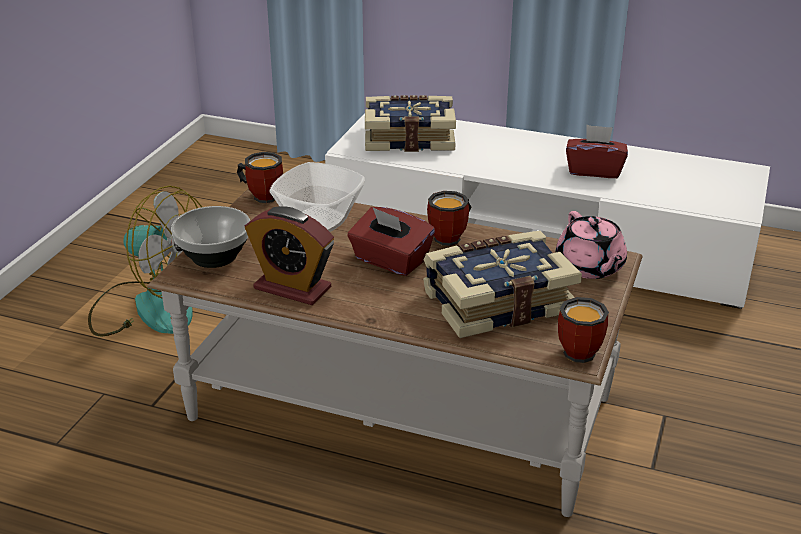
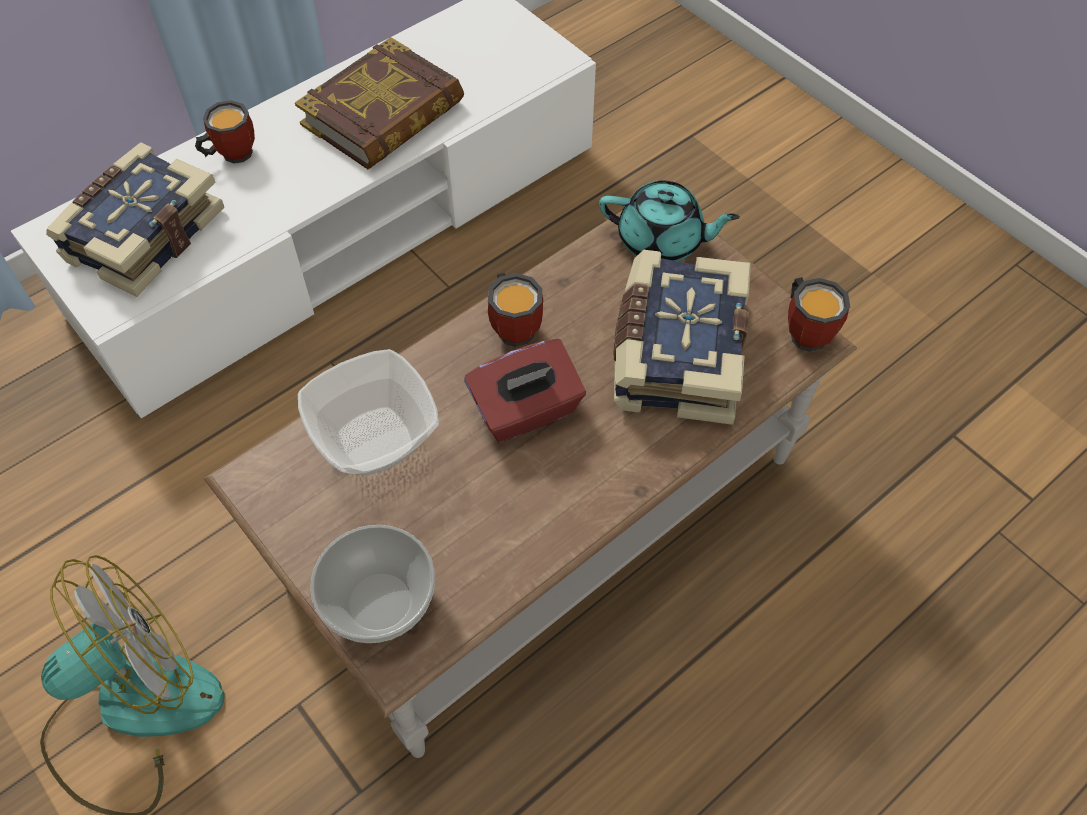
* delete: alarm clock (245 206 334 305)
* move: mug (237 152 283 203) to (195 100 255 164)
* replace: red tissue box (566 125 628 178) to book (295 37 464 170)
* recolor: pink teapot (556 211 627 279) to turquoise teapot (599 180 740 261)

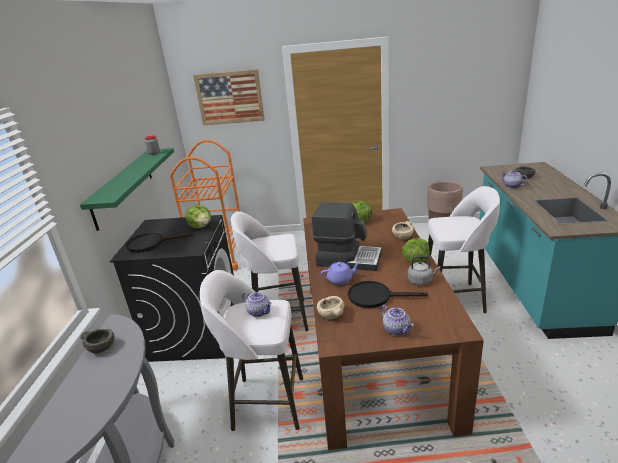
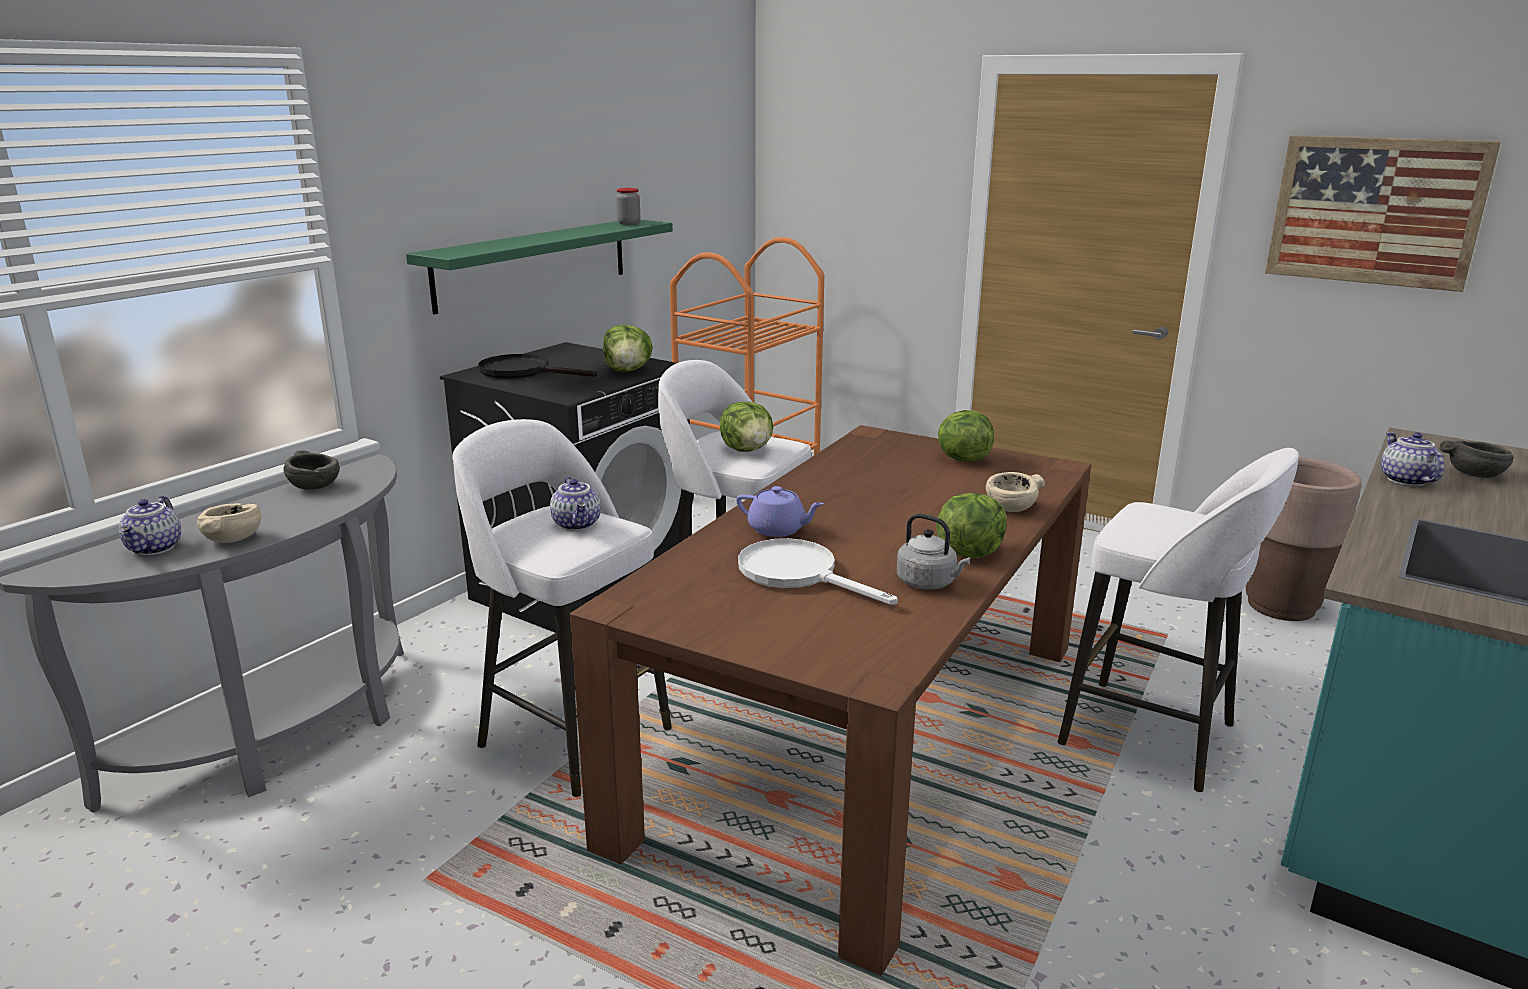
* delete: coffee machine (312 202 382 271)
* insert: lettuce (720 402 773 452)
* move: picture (193 69 265 125) to (1265 135 1501 292)
* move: beige bowl (317 296 344 319) to (197 503 262 543)
* move: teapot (380 305 414 335) to (119 496 181 555)
* recolor: black frying pan (348 281 428 308) to white frying pan (738 538 898 605)

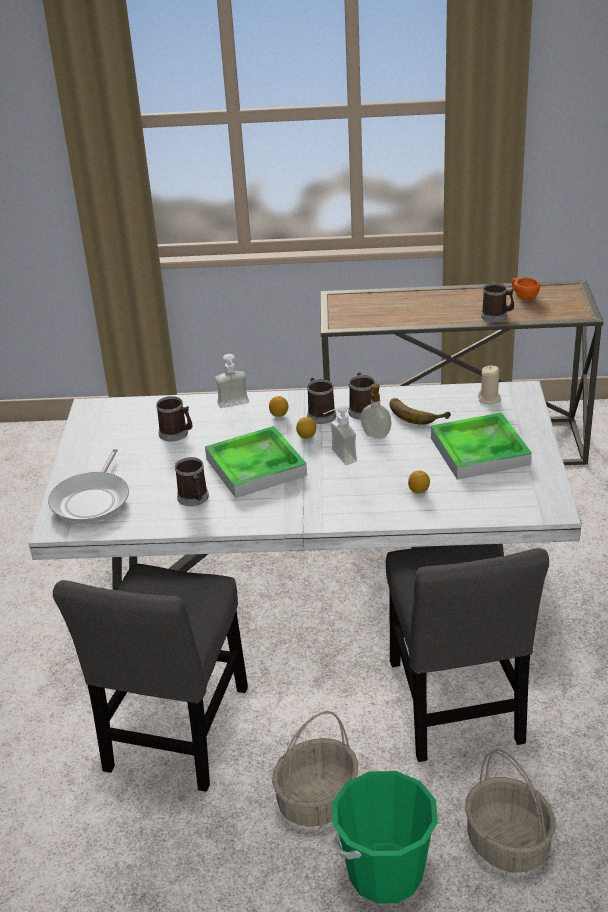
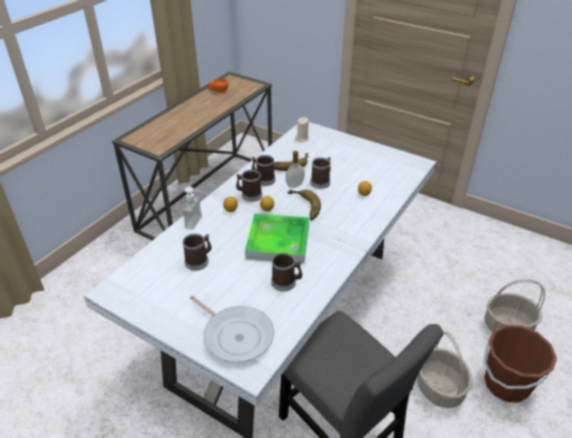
* delete: grey chair (386 544 549 762)
* delete: tray (431 412 532 480)
* move: mug (481 283 514 322) to (310 157 331 189)
* replace: soap dispenser (323 404 357 465) to banana (288 190 321 221)
* recolor: green bucket (332 771 438 903) to brown bucket (484 325 557 403)

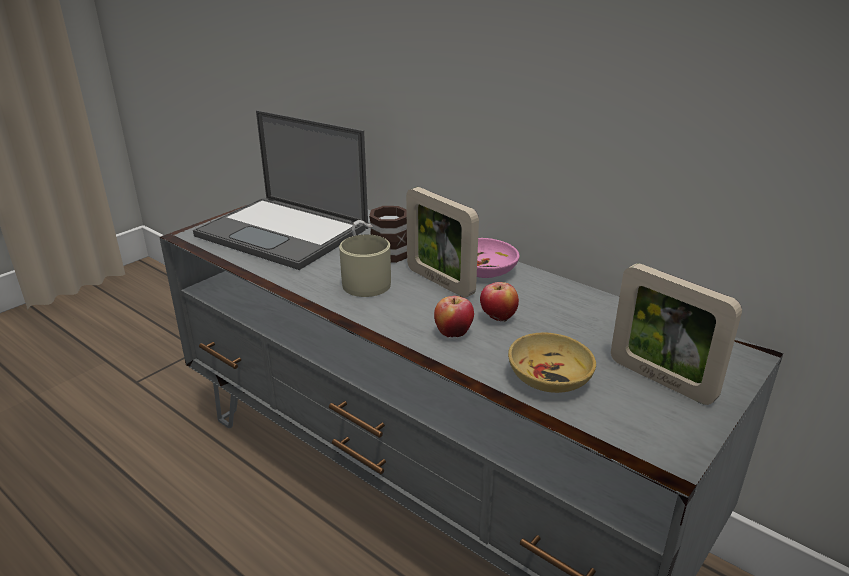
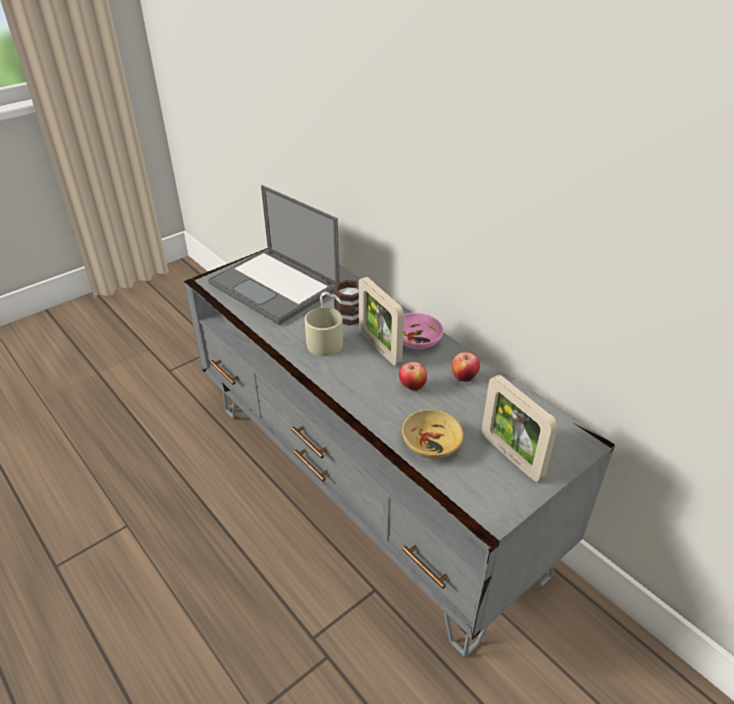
* move: apple (434 296 474 337) to (452 352 480 382)

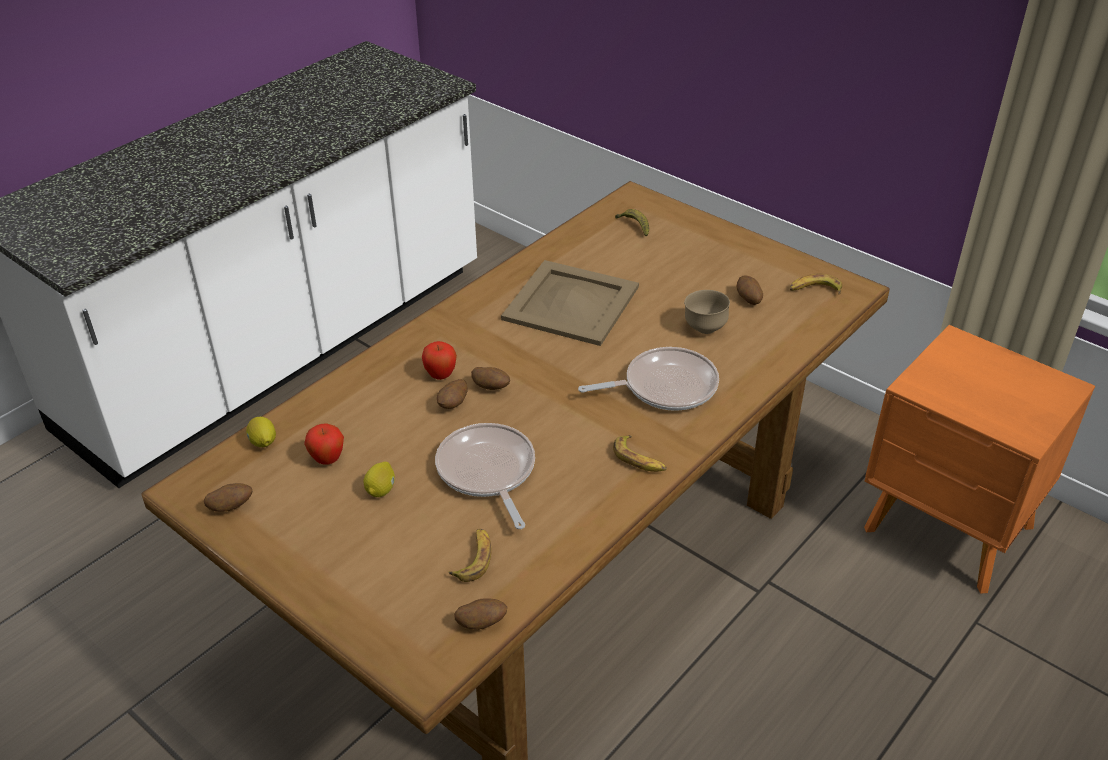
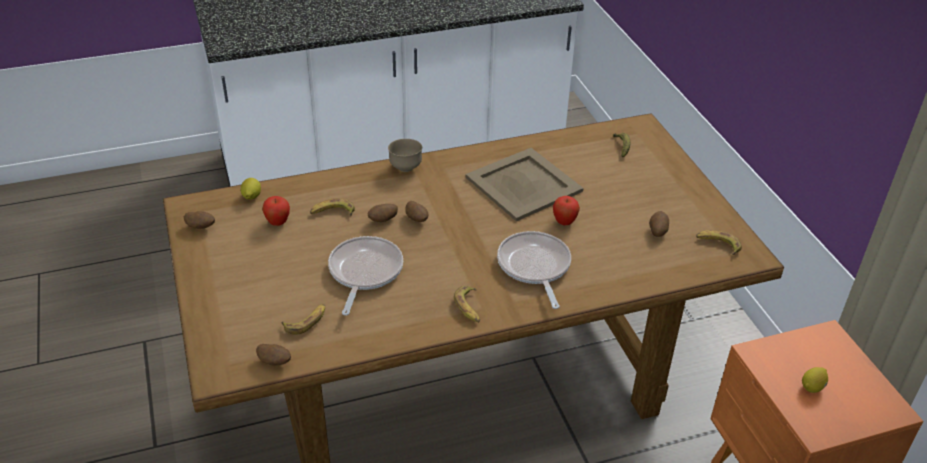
* insert: banana (310 198 355 216)
* move: lemon (364 462 395 497) to (802 367 828 393)
* move: apple (422 341 457 380) to (553 196 580 225)
* move: brown bowl (684 290 730 334) to (388 139 422 172)
* rotate: frying pan (578 347 719 411) = (497 231 571 309) 120 degrees counterclockwise

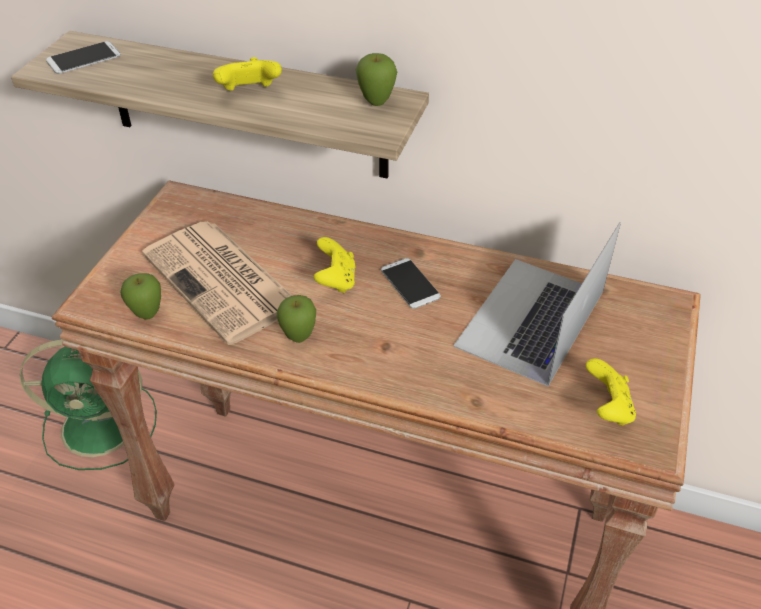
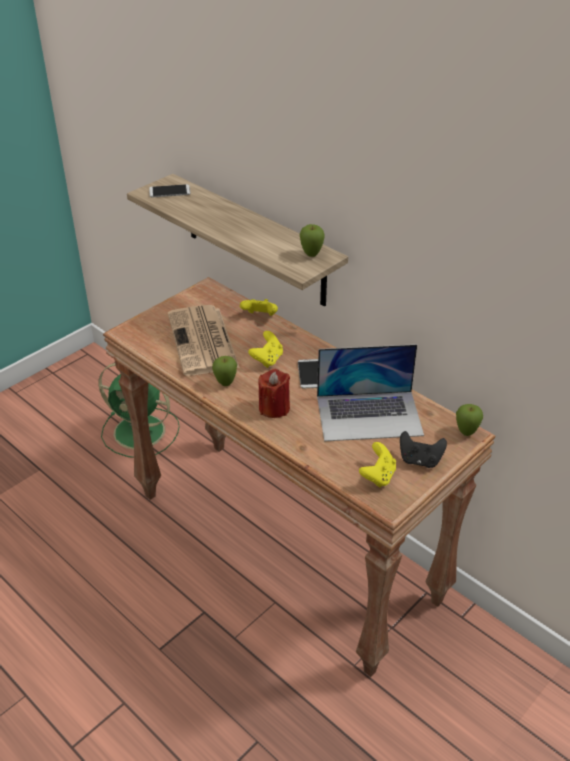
* insert: red candle (258 369 290 418)
* insert: black game controller (400 431 447 468)
* move: apple (120 273 161 320) to (456 404 483 436)
* move: yellow game controller (213 57 282 91) to (240 299 278 316)
* rotate: laptop (453 222 621 386) = (317 344 424 441) 150 degrees counterclockwise

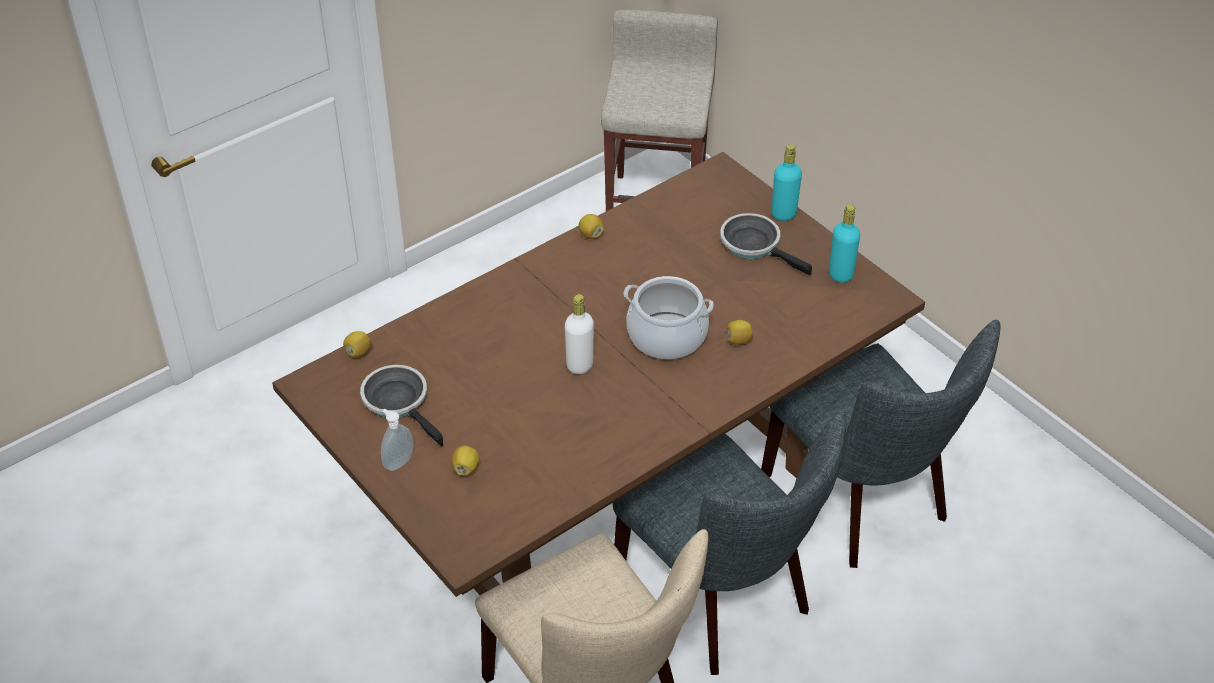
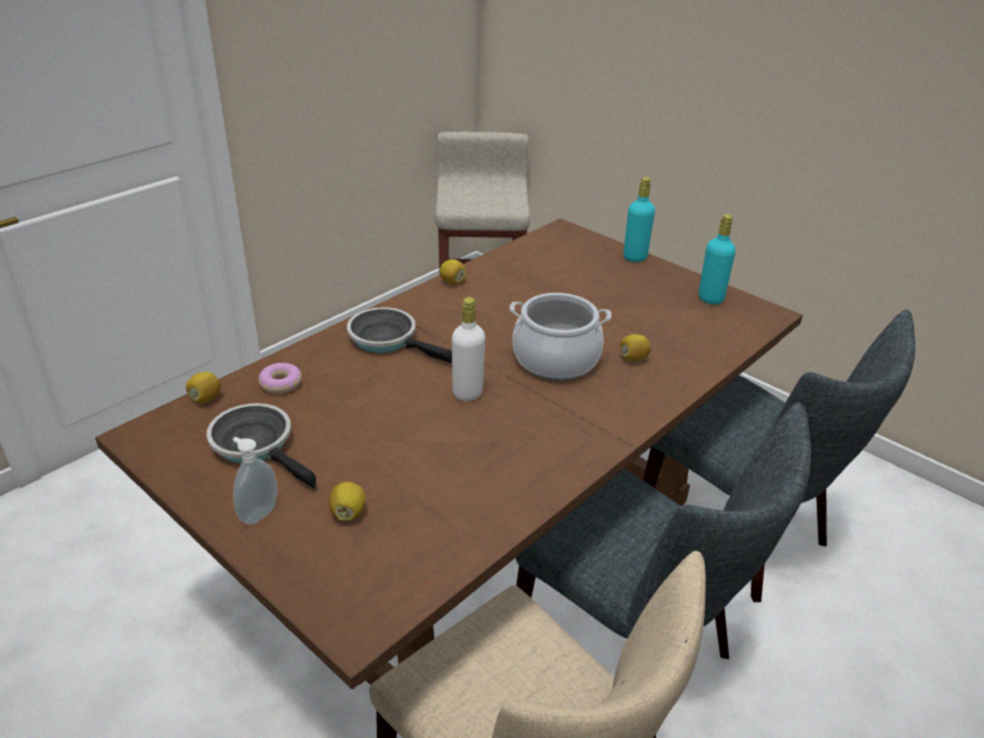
* insert: donut (258 363 302 394)
* move: frying pan (720 213 812 275) to (347 307 452 364)

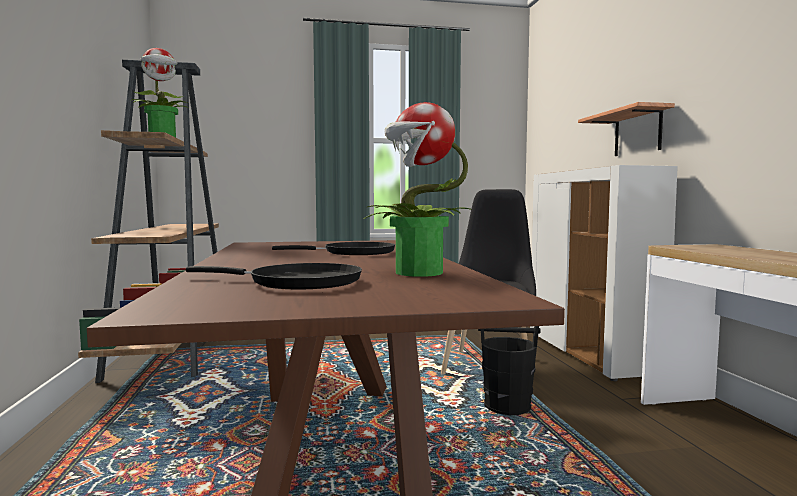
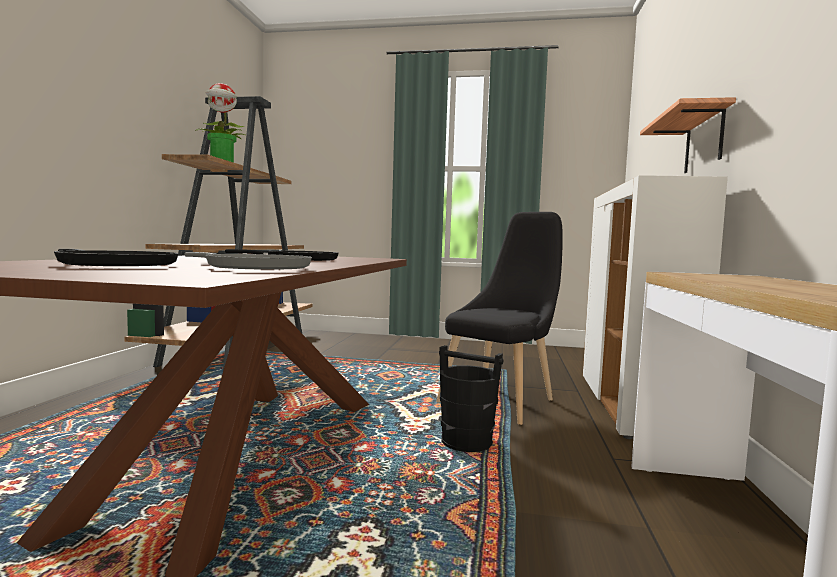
* replace: potted plant (363 102 472 277) to grey frying pan (184 252 312 270)

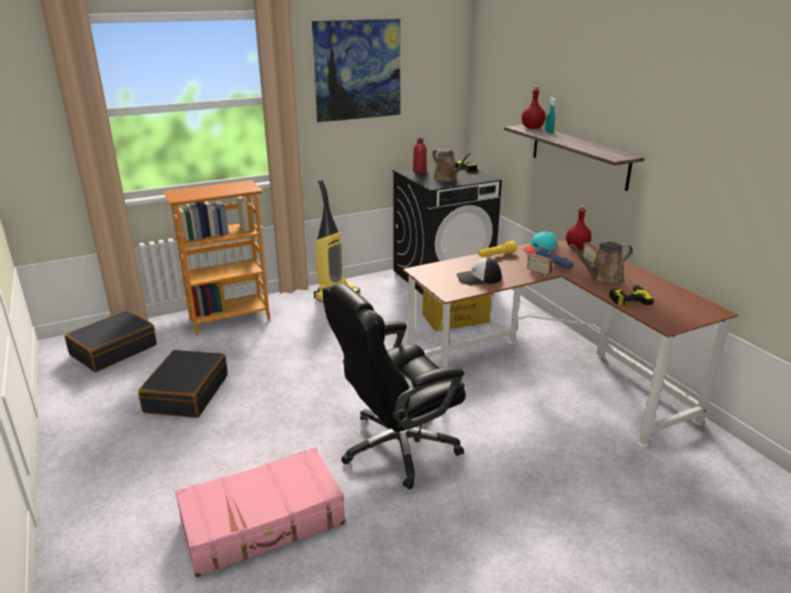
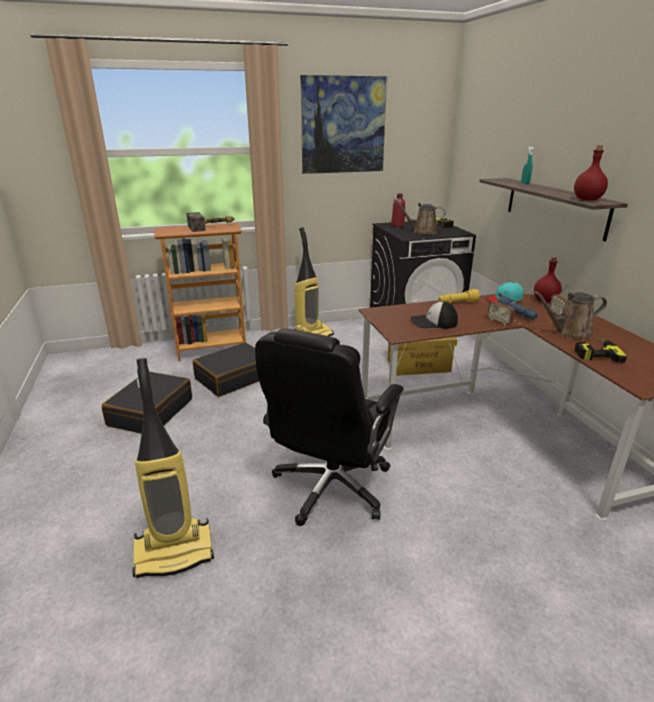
* insert: hammer (186 212 234 232)
* move: black suitcase (65 310 157 372) to (193 342 259 397)
* move: red bottle (522 86 546 129) to (574 145 608 201)
* replace: pink suitcase (175 447 345 577) to vacuum cleaner (132 358 214 578)
* rotate: black office chair (323 283 466 489) = (255 329 404 526) 45 degrees counterclockwise
* rotate: brown watering can (432 149 471 181) = (394 199 446 235) 135 degrees clockwise

